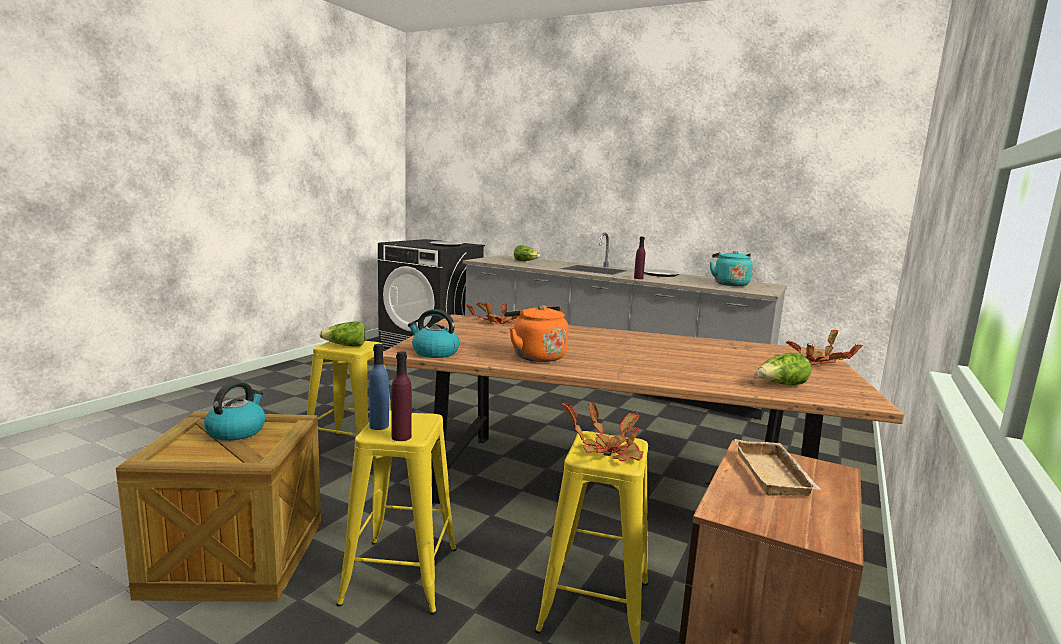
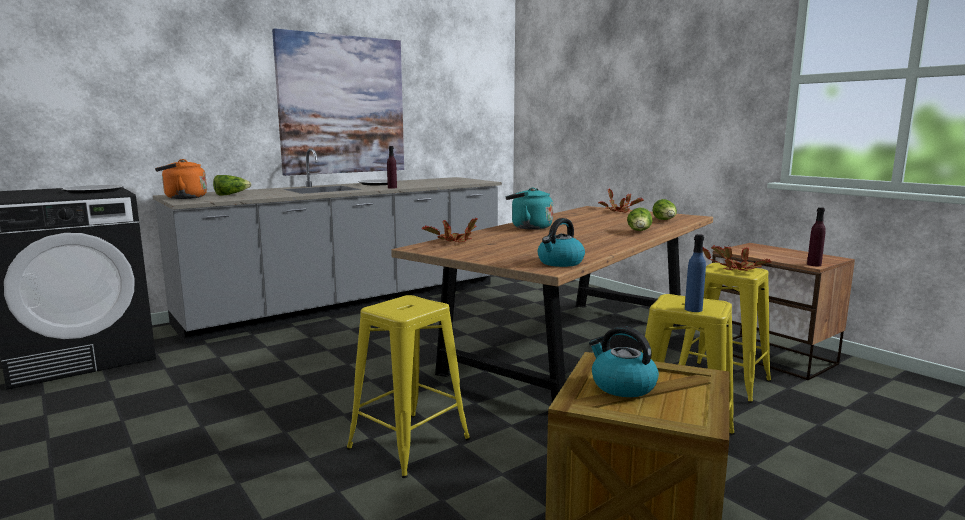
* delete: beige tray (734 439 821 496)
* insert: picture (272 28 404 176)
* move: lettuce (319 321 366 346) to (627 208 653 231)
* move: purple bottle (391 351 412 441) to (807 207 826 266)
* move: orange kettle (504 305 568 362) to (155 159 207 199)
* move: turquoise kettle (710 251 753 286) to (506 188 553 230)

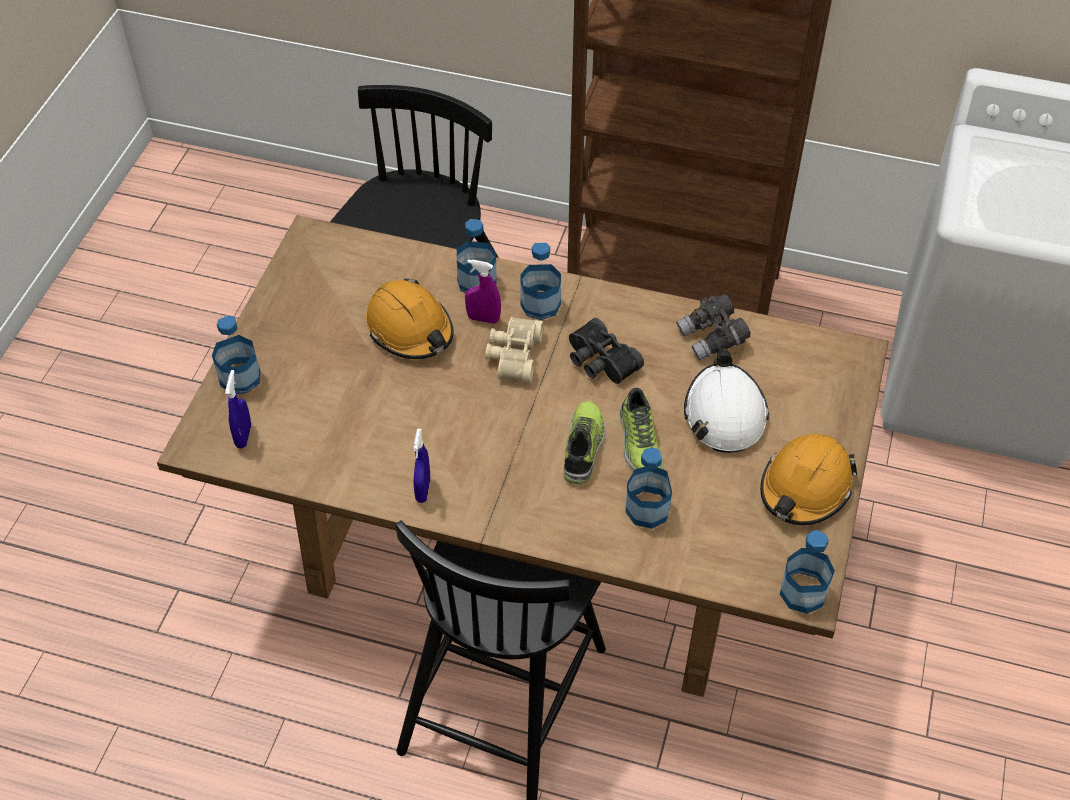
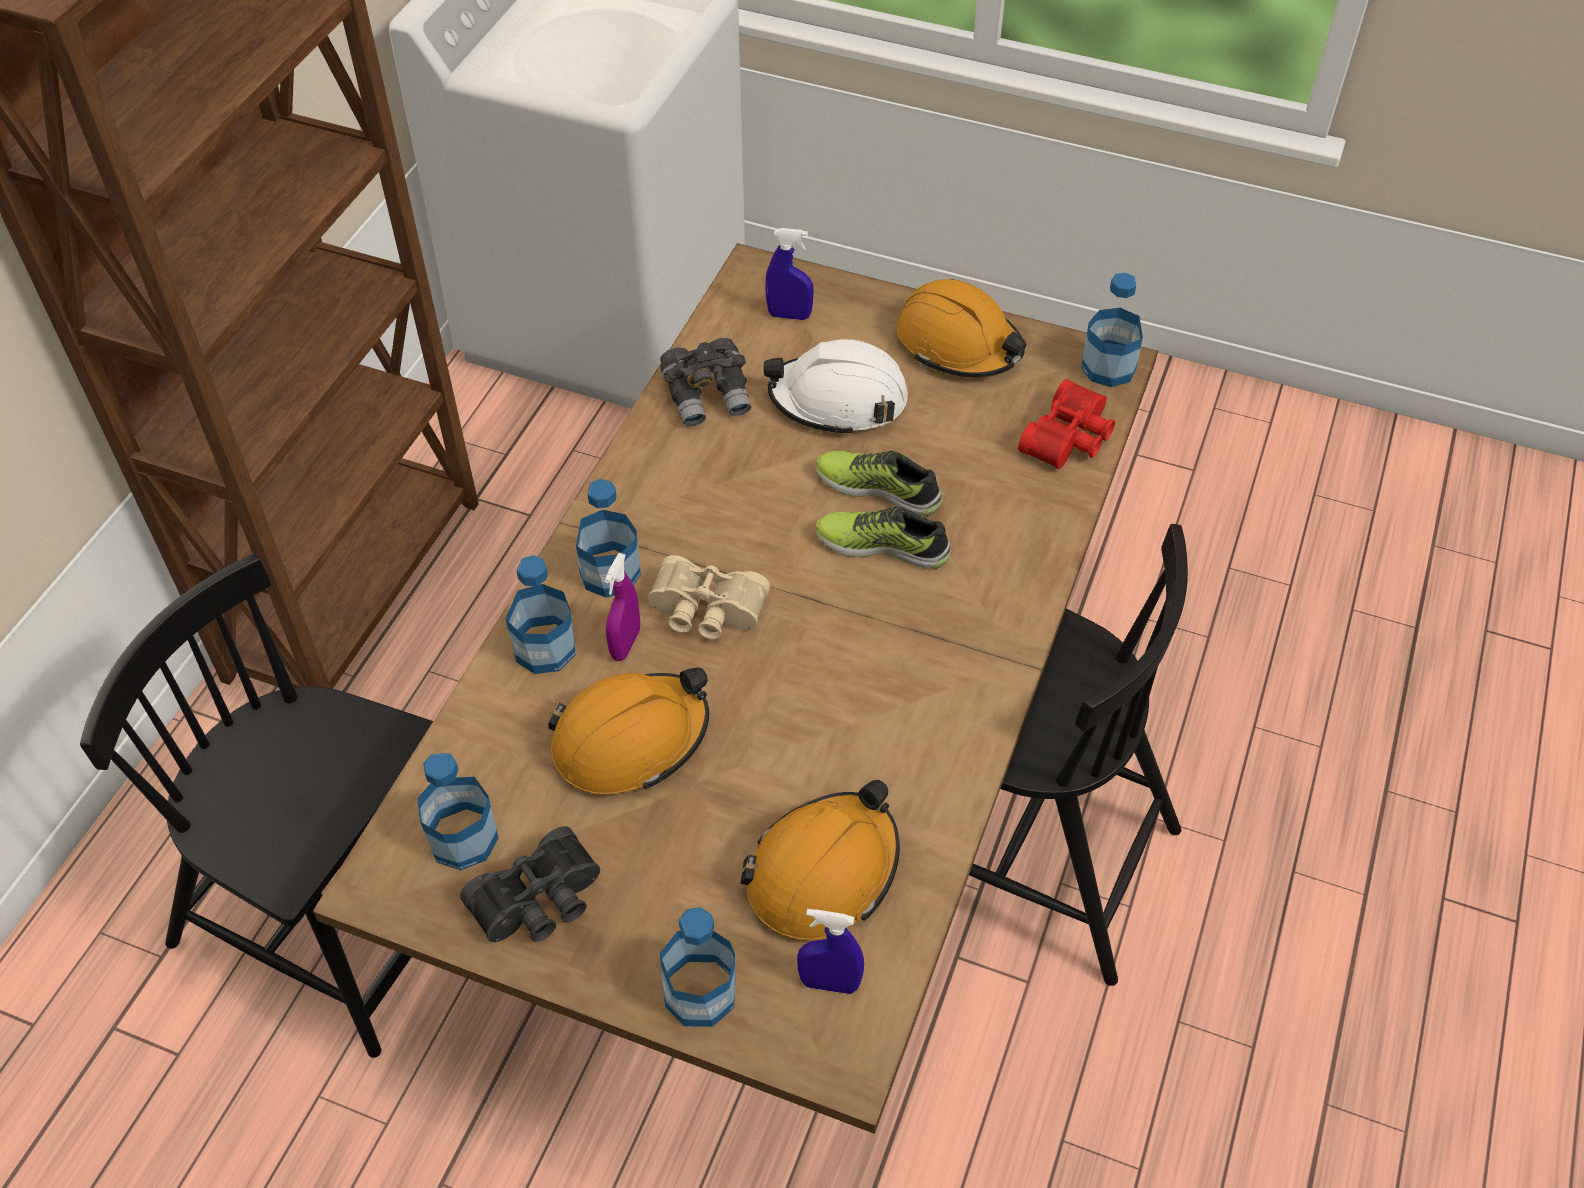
* insert: orange hard hat (740 780 900 940)
* insert: red binoculars (1018 379 1115 469)
* move: blue spray bottle (414 429 430 503) to (765 228 814 320)
* move: black binoculars (569 318 644 384) to (460 826 600 942)
* move: bottle (625 447 672 529) to (417 753 498 870)
* rotate: shoe (620 388 664 470) = (816 450 942 516) 150 degrees counterclockwise

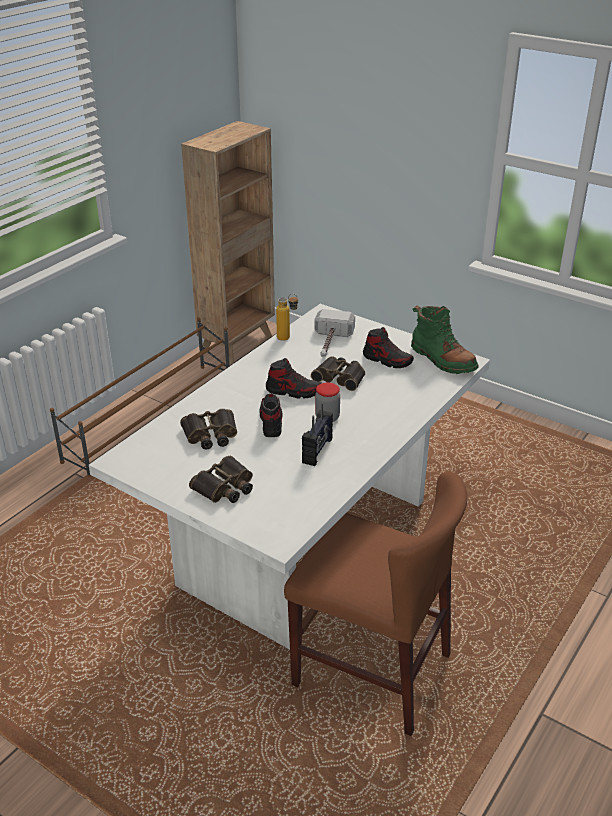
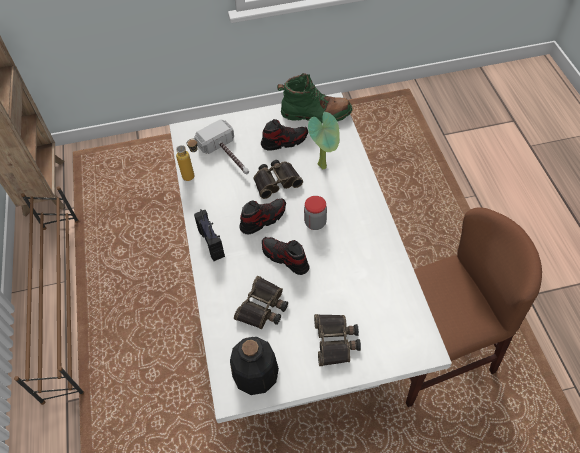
* insert: bottle (230 337 279 395)
* insert: potted plant (308 112 340 170)
* move: radio (302 403 333 466) to (194 209 225 261)

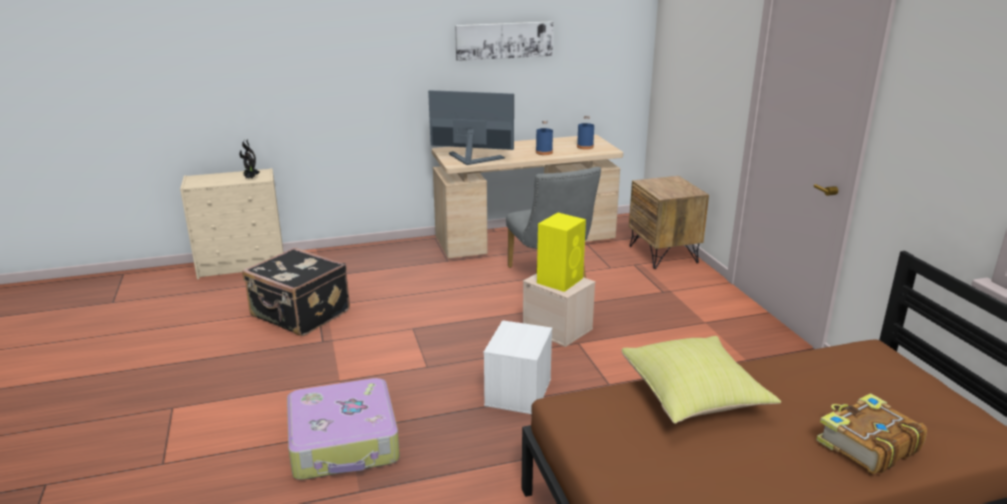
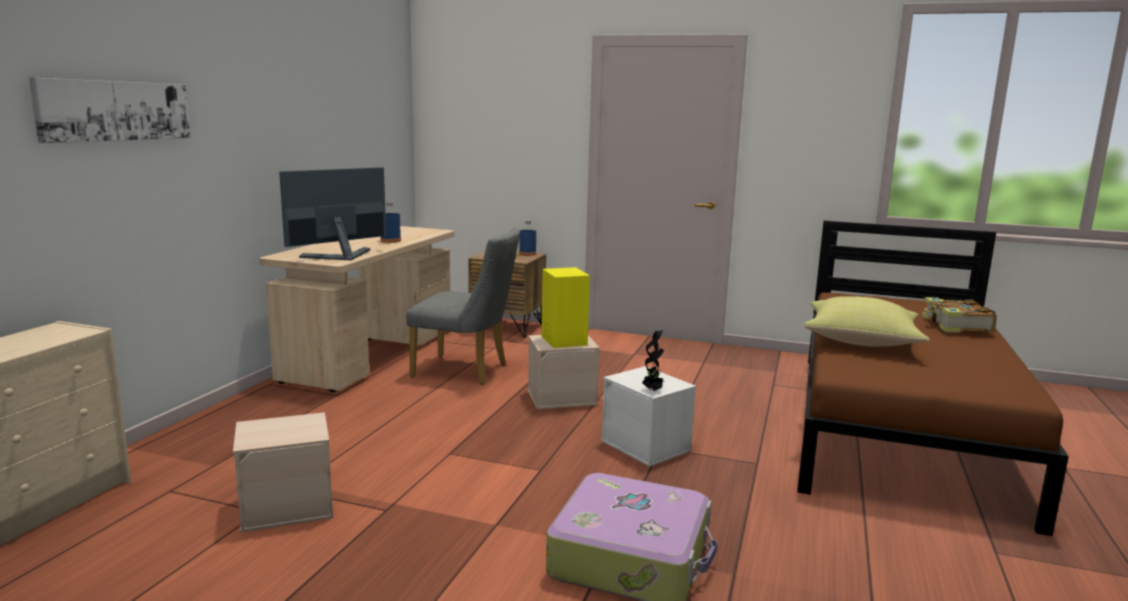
* move: potted plant (240 140 260 179) to (642 330 665 391)
* move: picture (455 21 553 61) to (29 78 191 143)
* move: blue bottle (577 115 594 150) to (519 221 536 256)
* replace: black suitcase (242 247 350 336) to beige storage box (233 412 334 532)

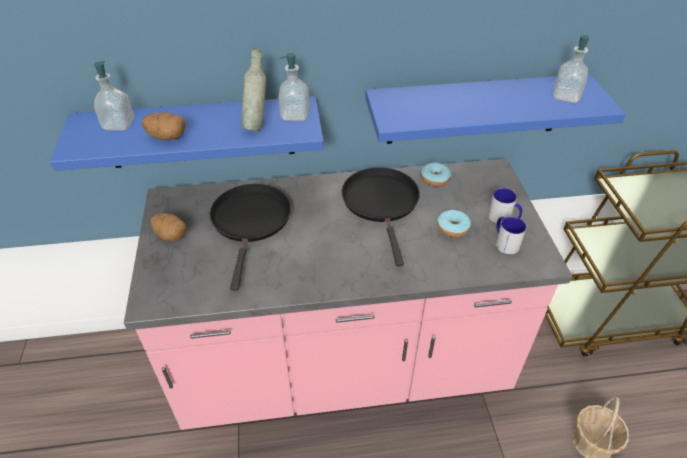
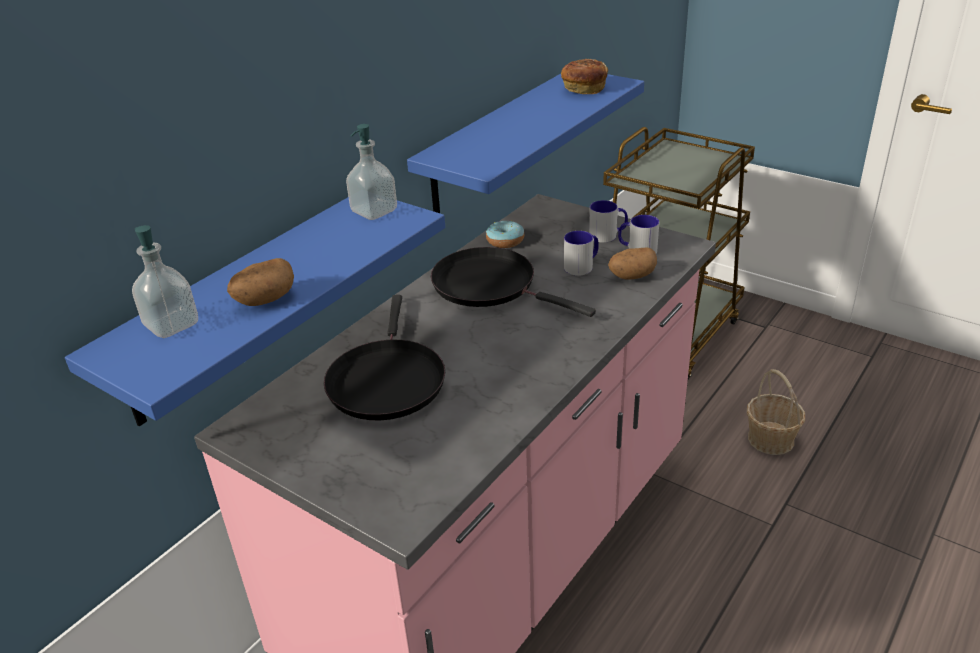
* delete: grey bottle (242 48 266 131)
* move: potato (150 213 186 241) to (608 247 657 279)
* replace: donut (437 210 471 238) to mug (564 231 599 275)
* replace: soap dispenser (553 35 590 103) to bread (561 59 608 94)
* rotate: black frying pan (210 184 291 291) = (324 295 445 420) 135 degrees counterclockwise

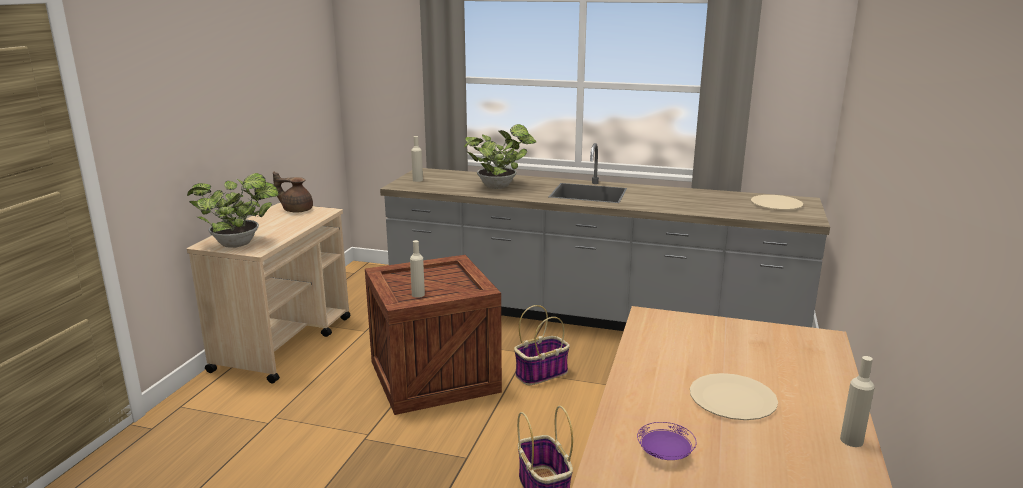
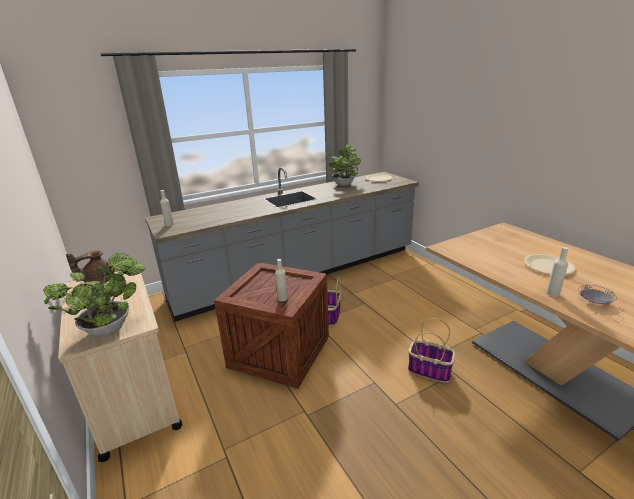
* move: potted plant (464 124 536 189) to (329 145 361 186)
* move: beige bottle (840 356 875 447) to (546 247 568 297)
* recolor: purple plate (637 422 697 460) to grey plate (578 285 617 304)

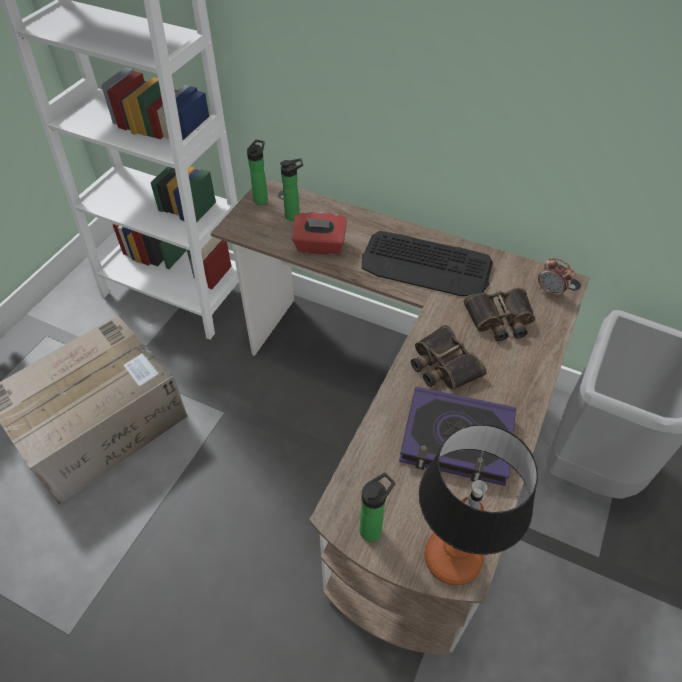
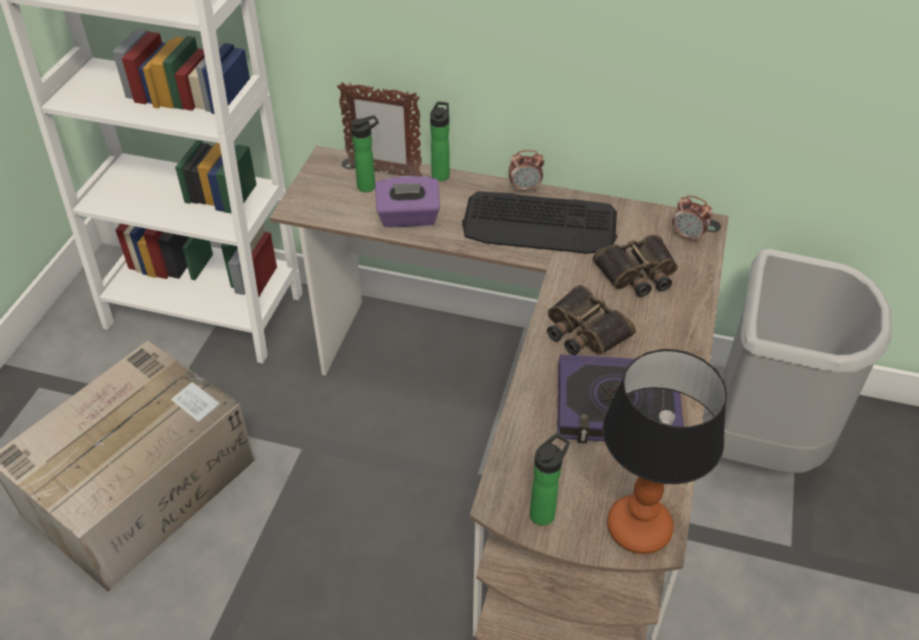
* insert: picture frame (337 82 422 176)
* insert: alarm clock (509 150 544 192)
* move: bottle (247 139 268 205) to (430 102 450 181)
* recolor: red tissue box (292 212 347 255) to purple tissue box (375 176 440 227)

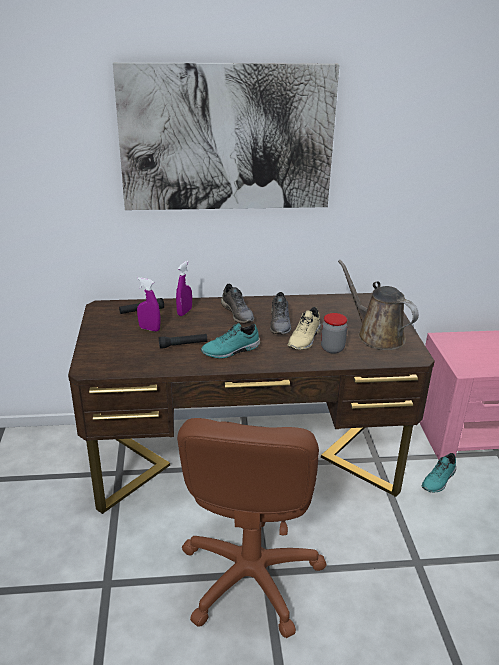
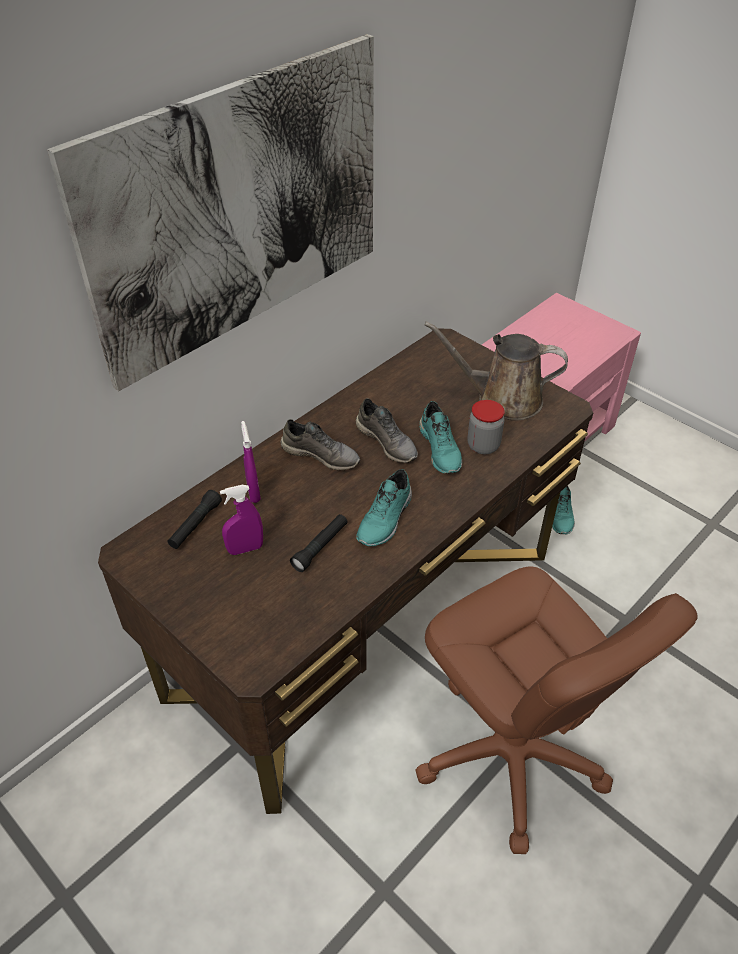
* recolor: beige shoe (288 307 321 350) to turquoise shoe (419 401 462 474)

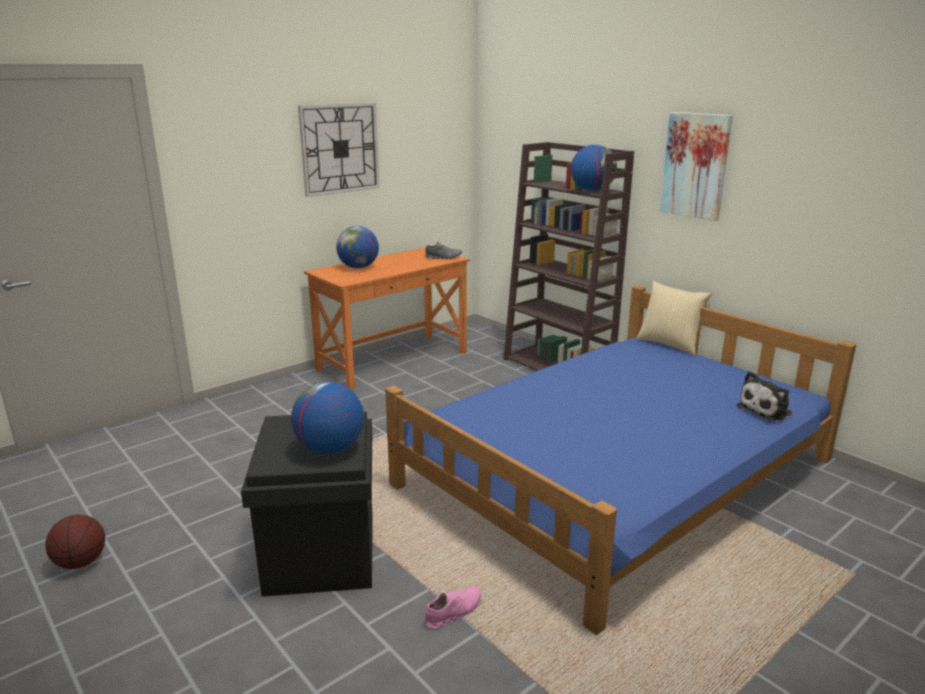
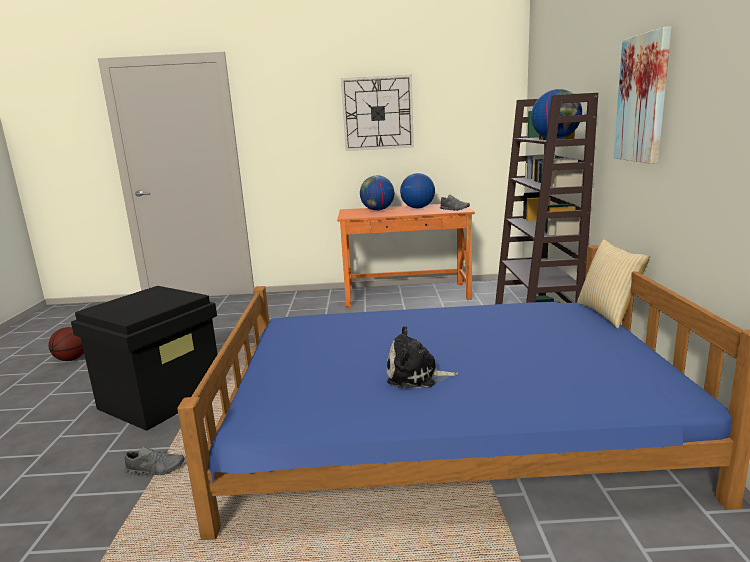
* move: globe (291 382 364 454) to (400 173 435 208)
* move: plush toy (737 371 792 421) to (387 326 458 388)
* recolor: pink shoe (424 585 481 629) to grey shoe (124 446 184 476)

